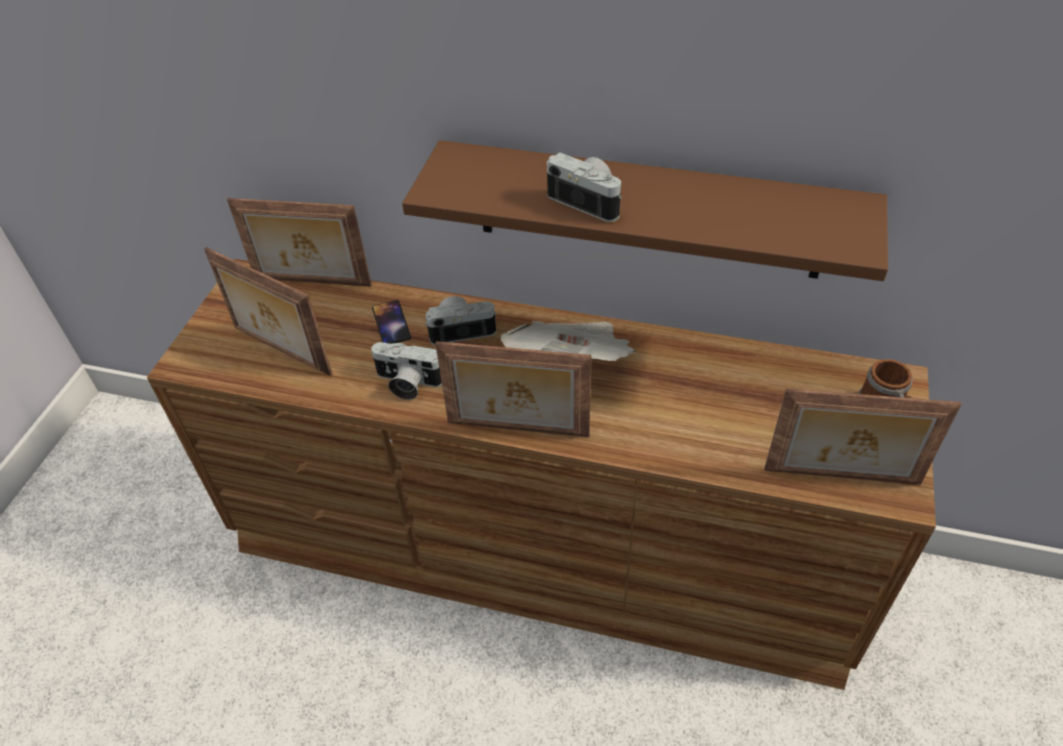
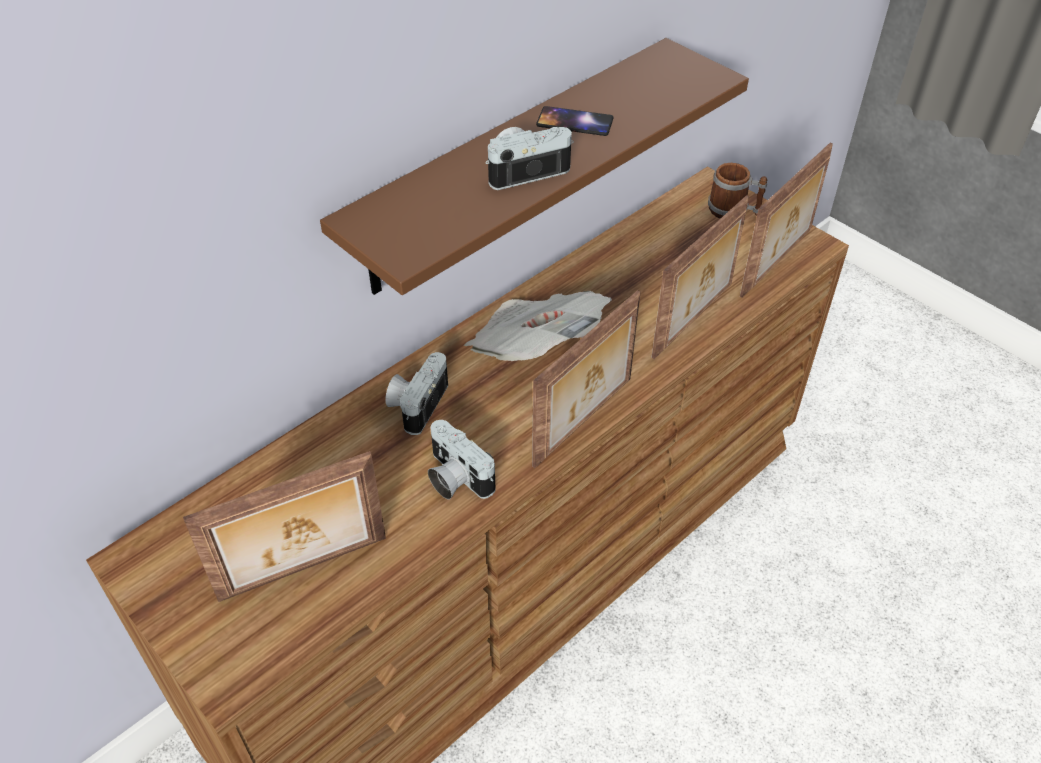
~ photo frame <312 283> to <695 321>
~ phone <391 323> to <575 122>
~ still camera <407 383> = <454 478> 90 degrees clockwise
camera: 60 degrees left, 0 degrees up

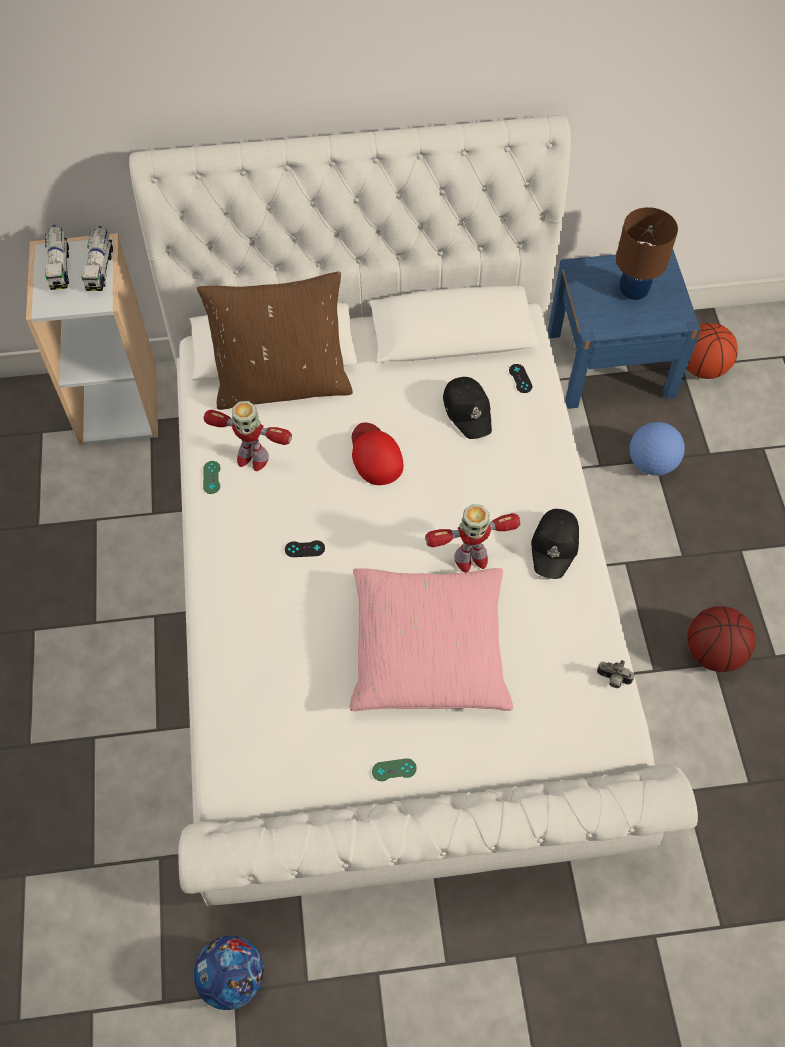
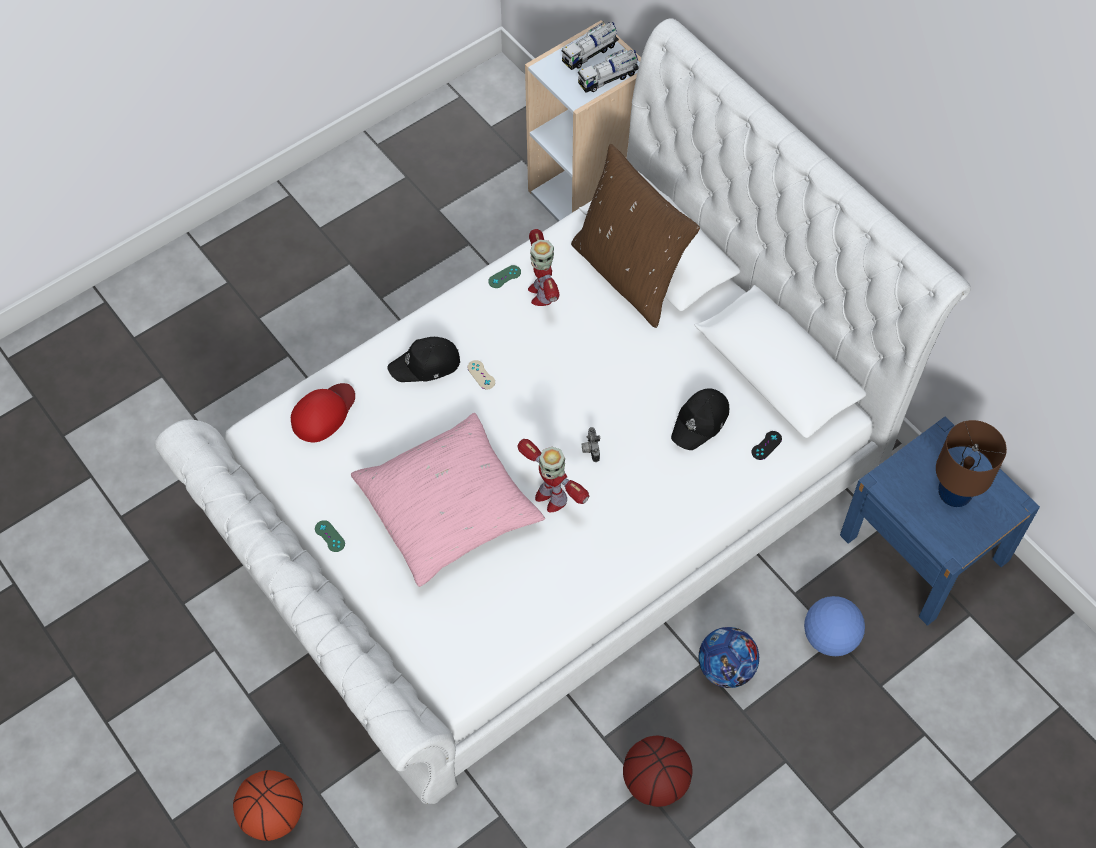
~ basketball ball <702 368> to <273 815>
~ reddish peaked cap <375 455> to <323 413>
~ blackish peaked cap <555 546> to <426 365>
~ blackish game controller <304 549> to sand-coloured game controller <481 375>
~ still camera <613 679> to <590 449>
~ football <233 977> to <726 668>
camera: 60 degrees right, 0 degrees up

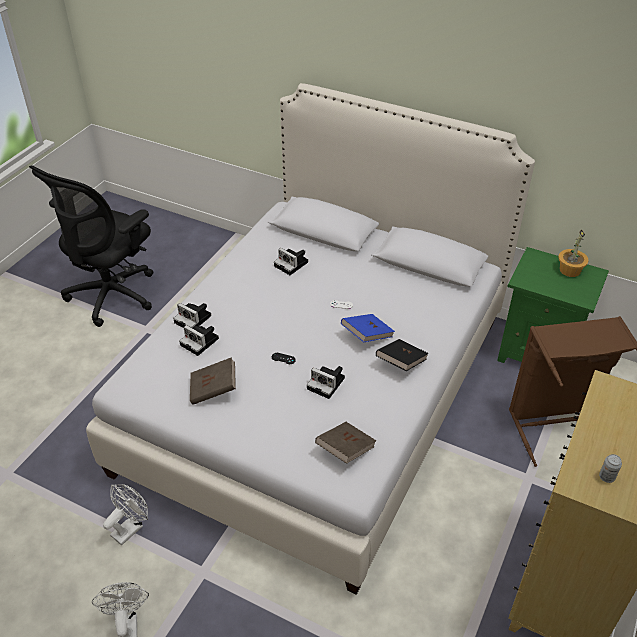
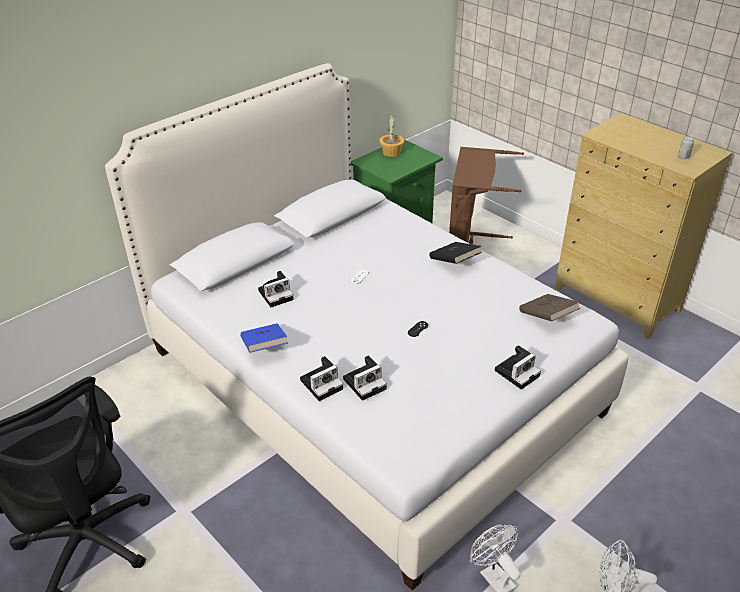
~ blue-coloured bound book <367 336> to <264 347>
- brown bound book <213 390>
~ still camera <327 384> to <517 372>
camera: 70 degrees left, 5 degrees down

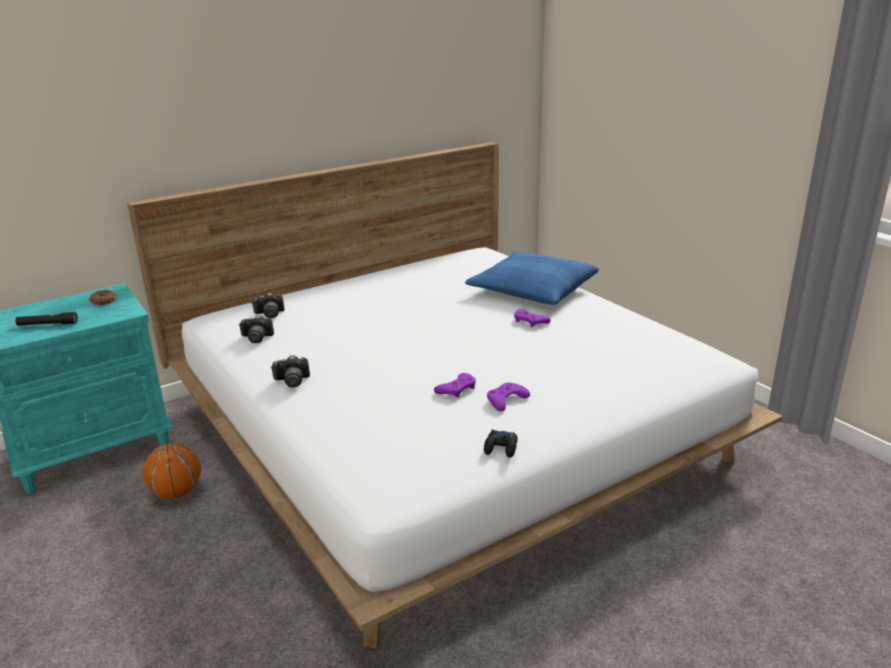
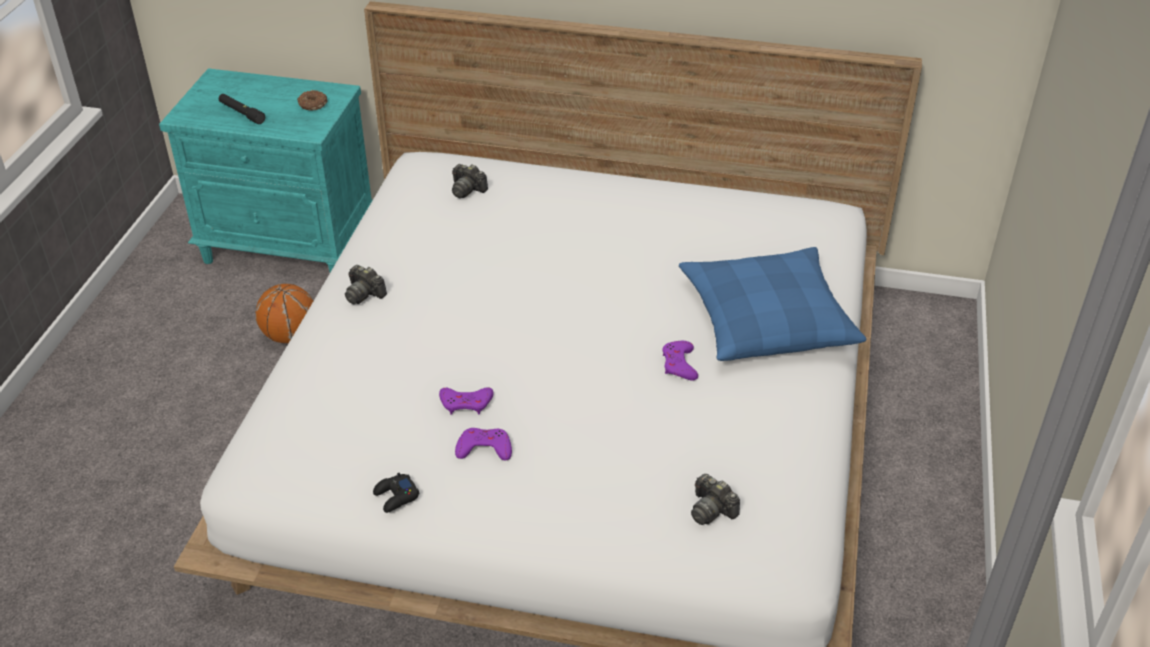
~ still camera <257 337> to <711 510>
camera: 45 degrees right, 15 degrees up

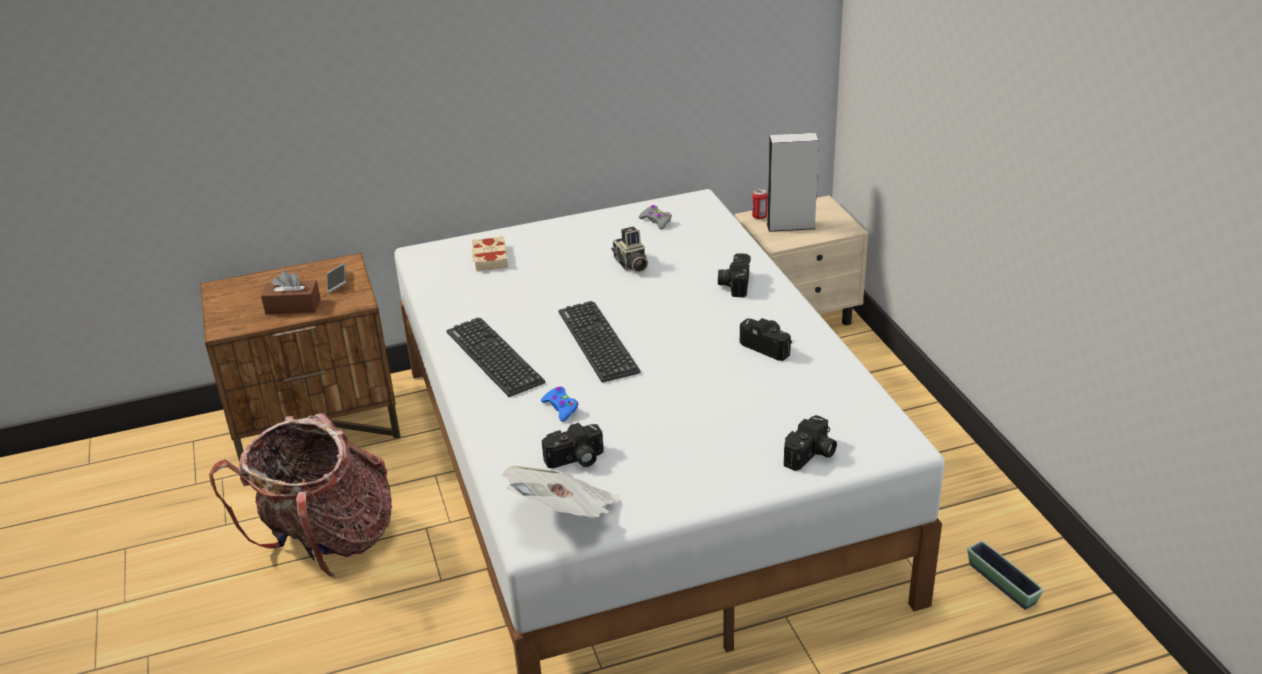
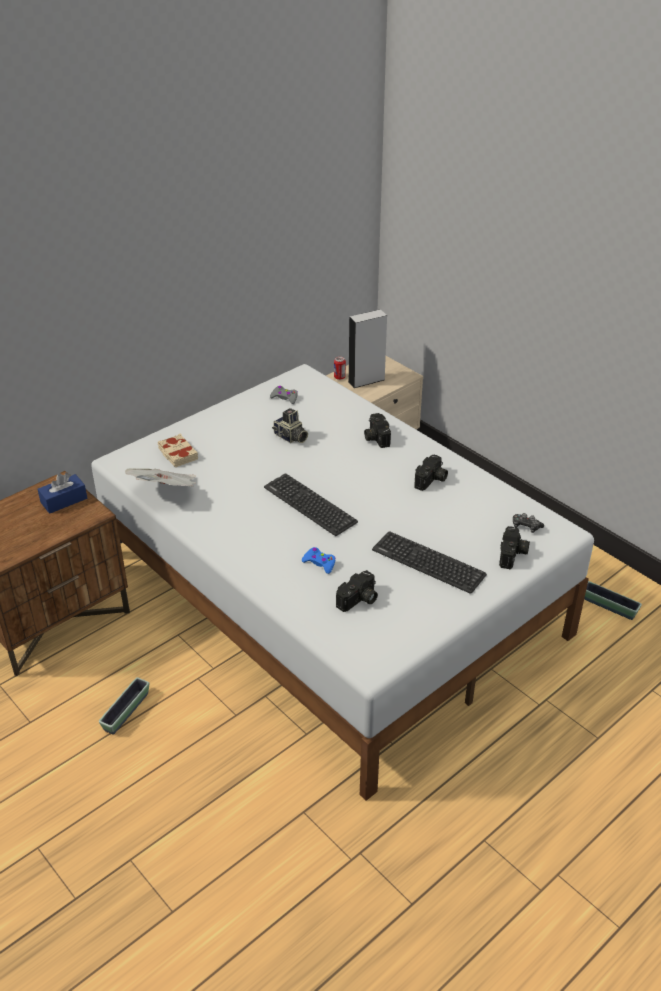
~ phone <337 282> to blue-coloured tissue box <64 500>
- brown tissue box <293 306>
~ computer keyboard <494 357> to <428 562>
~ still camera <768 346> = <431 480> 105 degrees clockwise
~ backpack <327 542> to planter <126 712>
~ daily paper <565 514> to <166 491>
+ game controller <526 526>
camera: 25 degrees left, 5 degrees up

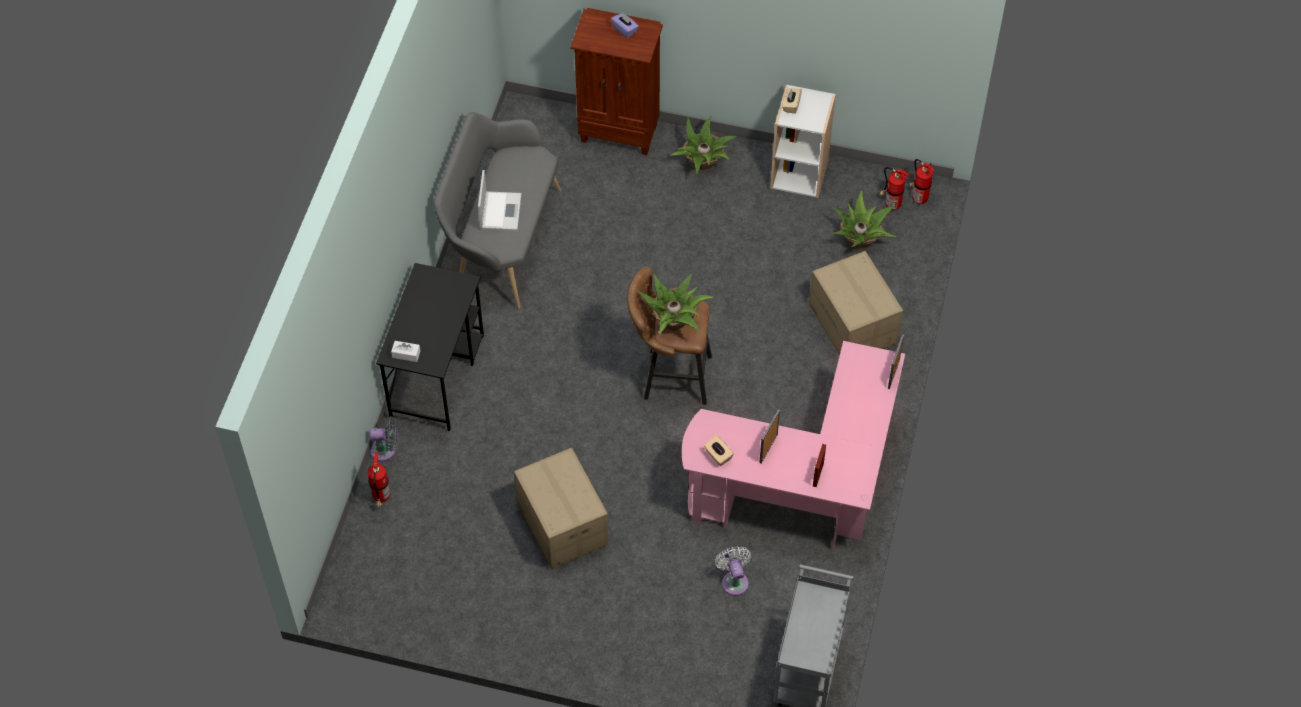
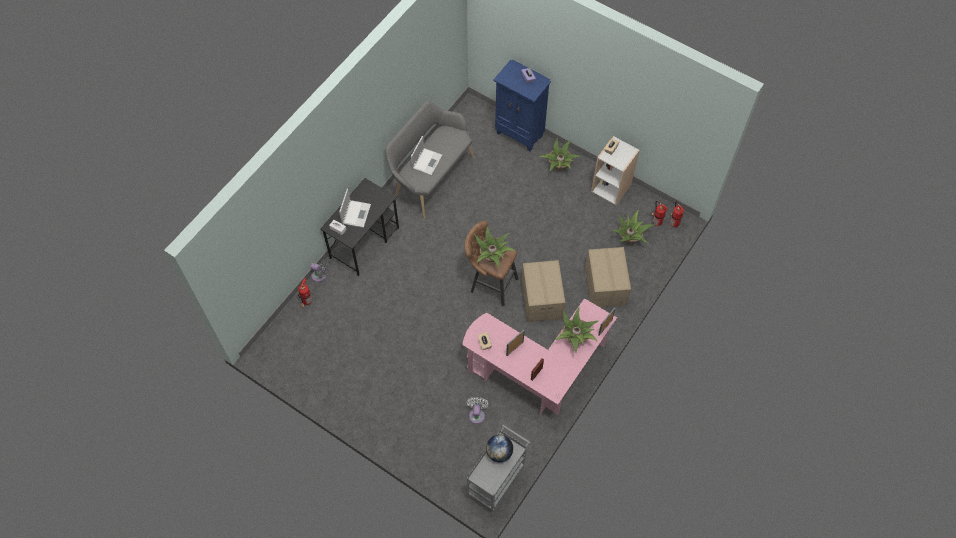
~ brown storage cabinet <618 135> to blue-coloured storage cabinet <519 135>
~ carton <561 523> to <541 299>
+ portable computer <356 213>
+ houseplant <575 338>
+ globe <499 452>
camera: 20 degrees right, 5 degrees up

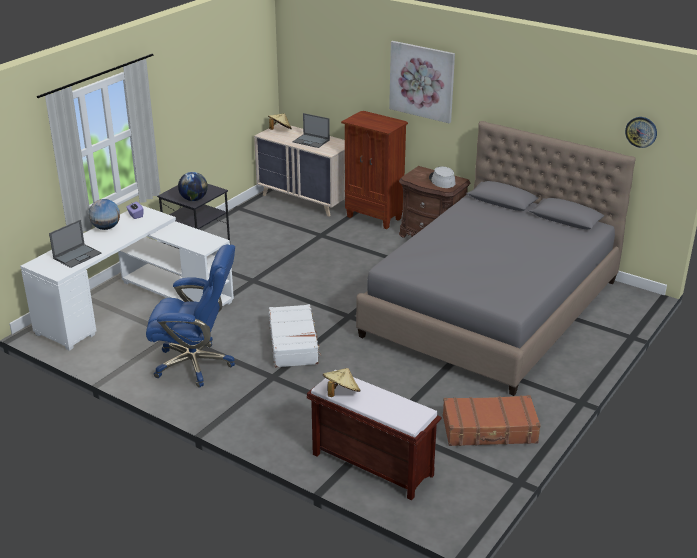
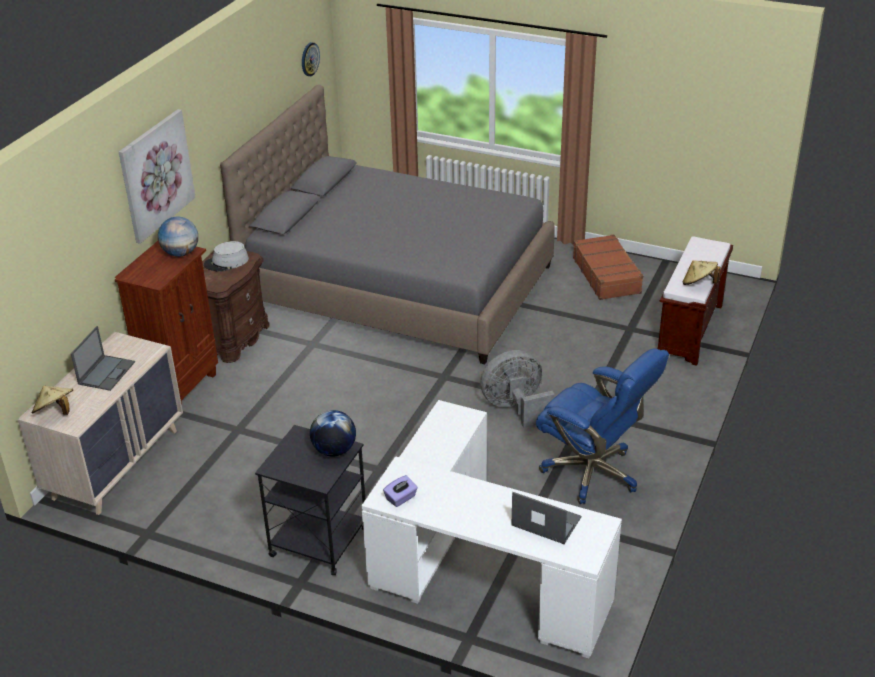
~ globe <106 228> to <181 253>
~ blue-coloured desk chair <196 366> = <593 475> 135 degrees clockwise
~ white piece of luggage <294 343> to gray electric fan <516 408>
camera: 100 degrees left, 5 degrees up

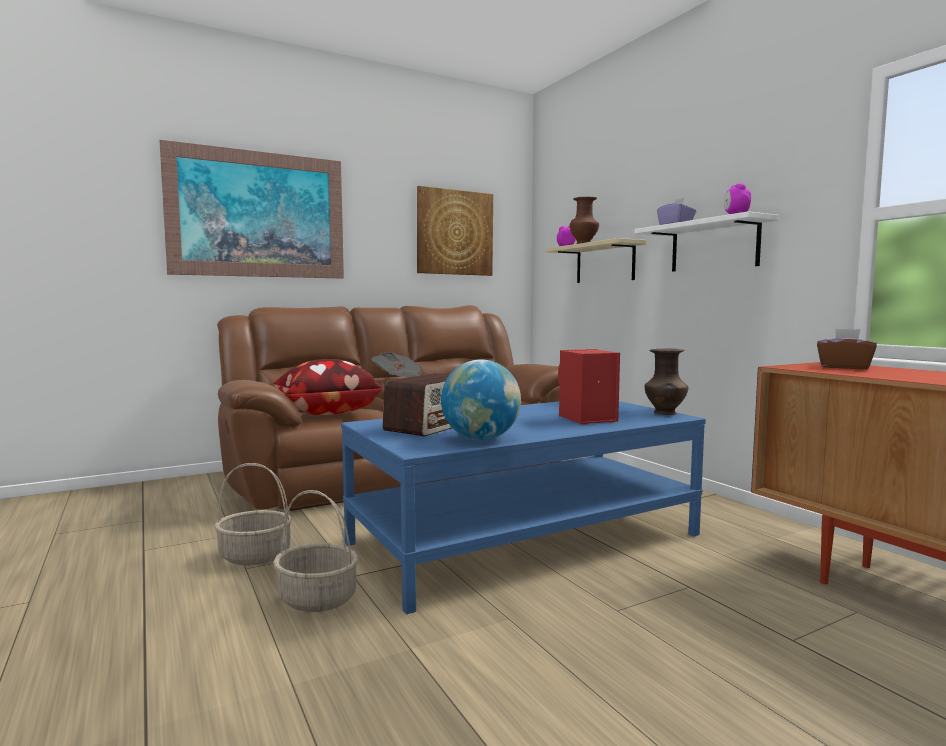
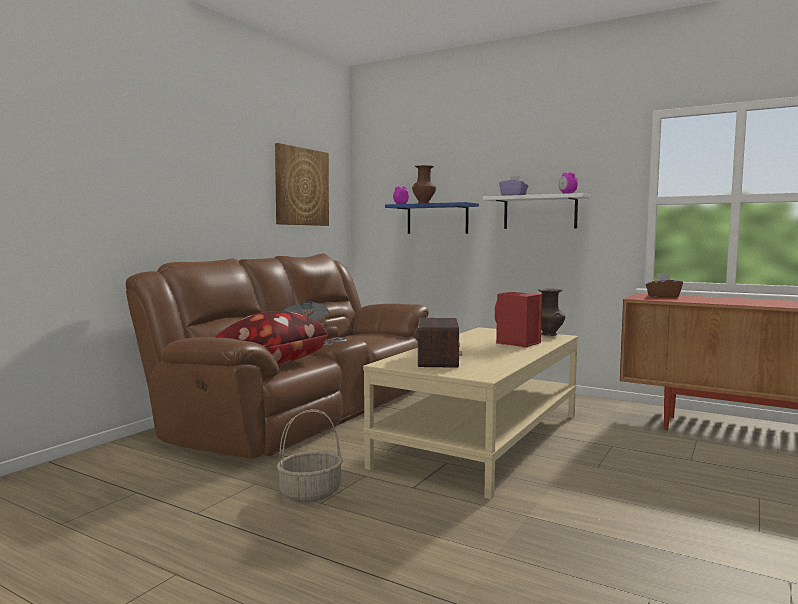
- picture <258 214>
~ sand-coloured shelf <605 263> to blue-coloured shelf <437 219>
- globe <480 439>
~ blue-coloured lounge table <526 539> to sand-coloured lounge table <483 439>
- household basket <316 599>
camera: 30 degrees left, 0 degrees up

